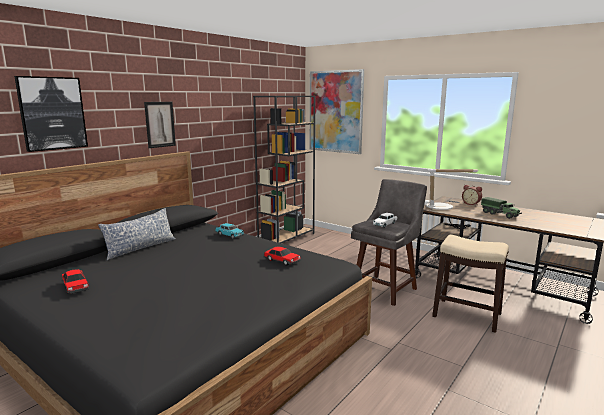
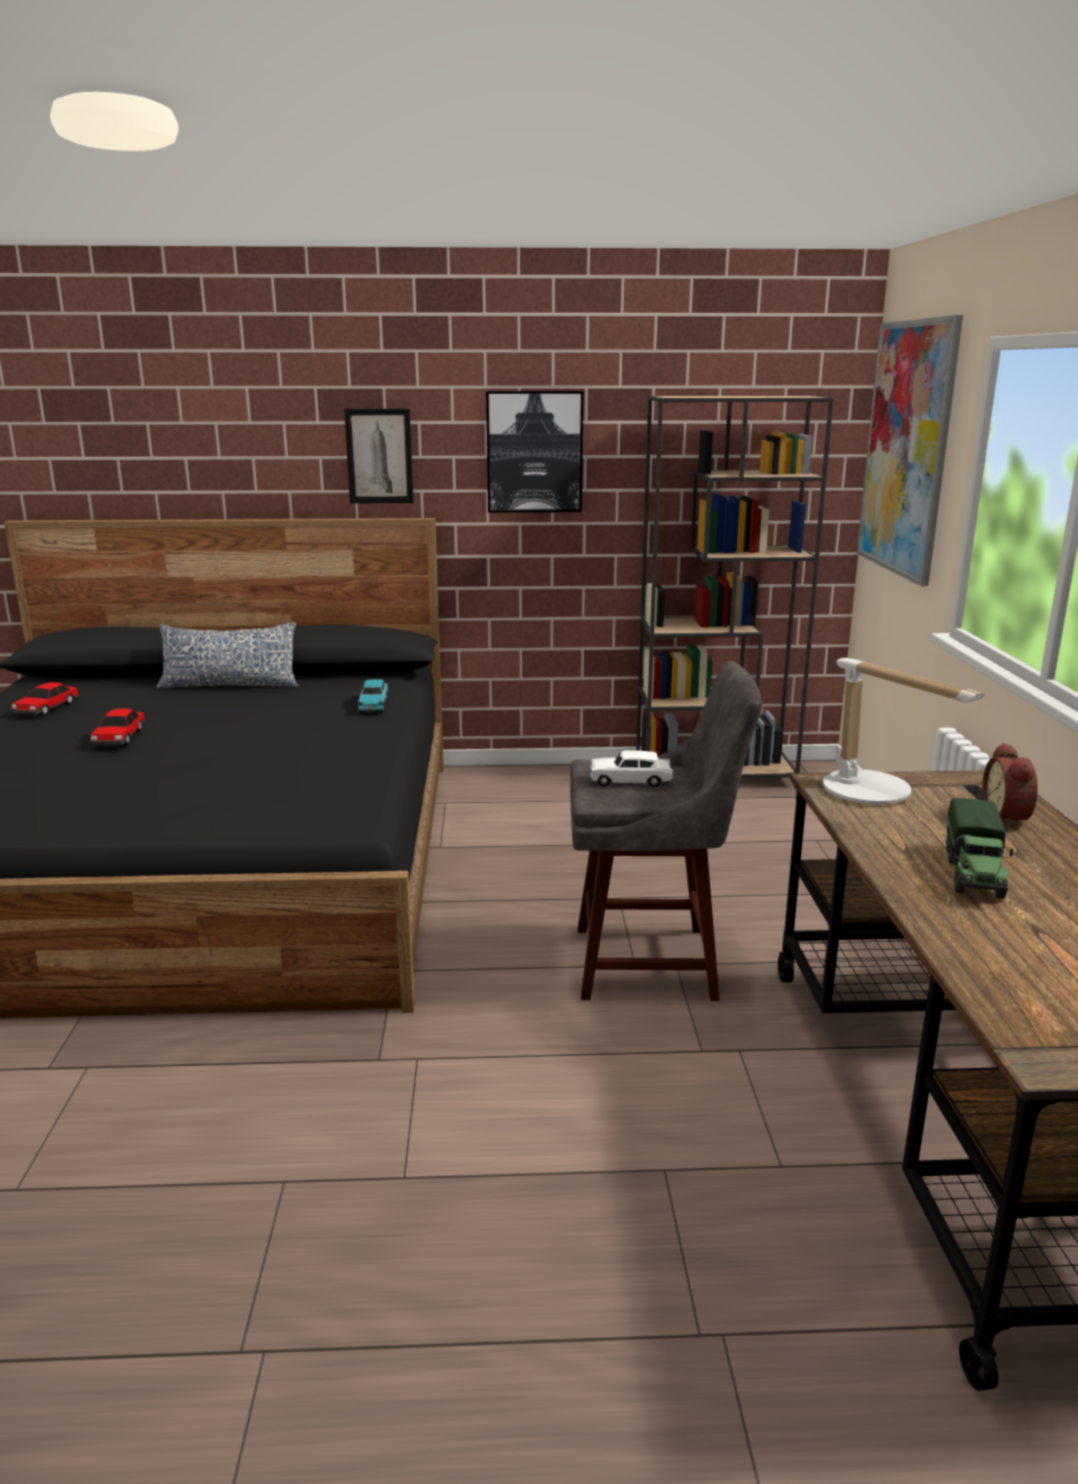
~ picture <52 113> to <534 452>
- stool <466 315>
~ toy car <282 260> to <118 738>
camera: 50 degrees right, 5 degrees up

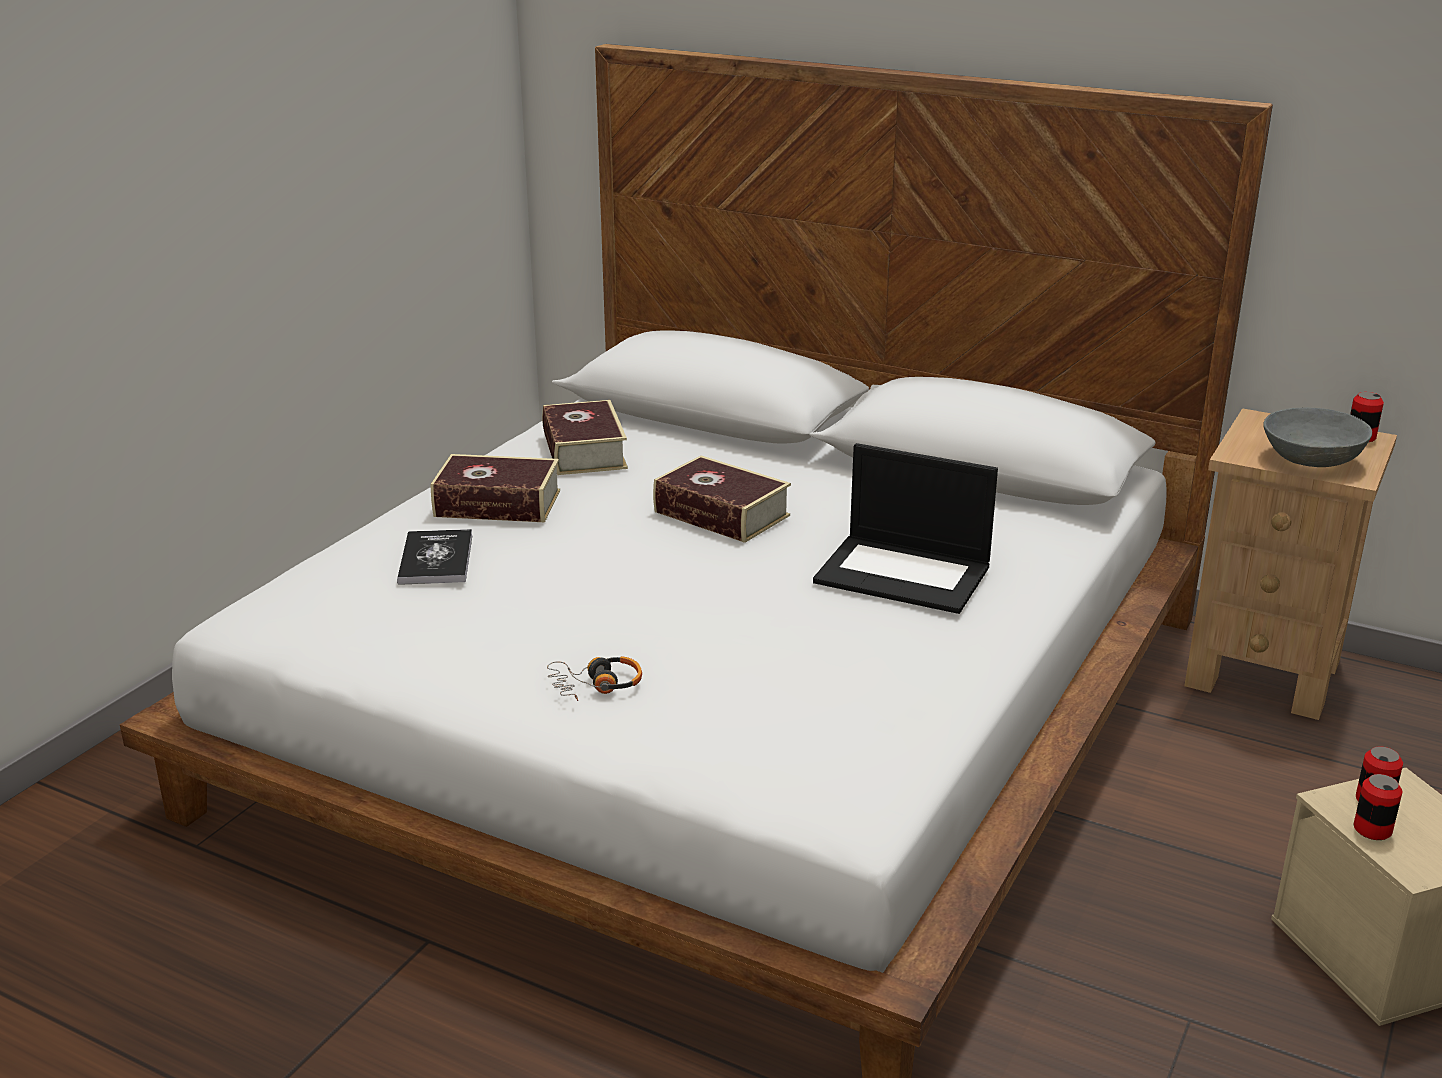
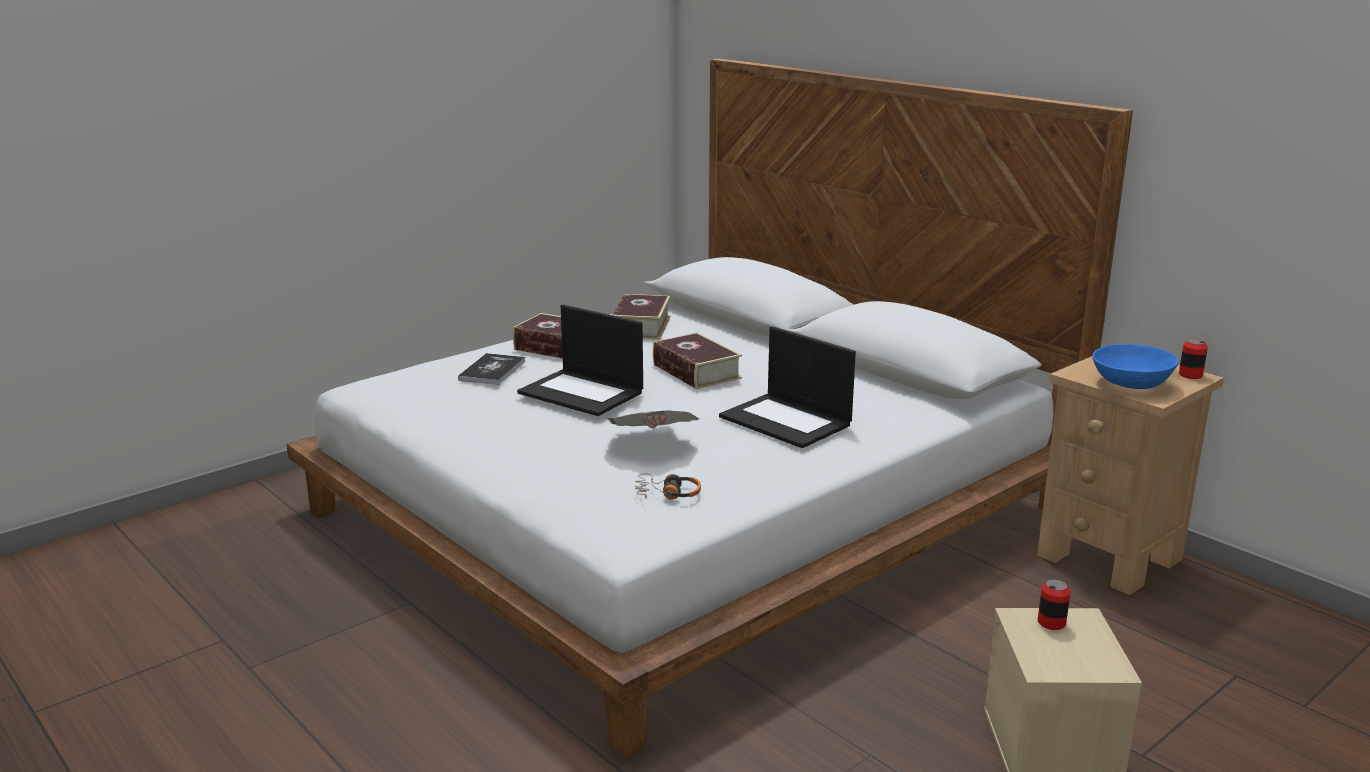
~ gray bowl <1311 459> to blue-coloured bowl <1131 383>
~ headset <596 686> to <667 494>
- can <1372 829>
+ portable computer <582 393>
+ daily paper <653 443>
camera: 20 degrees right, 5 degrees down

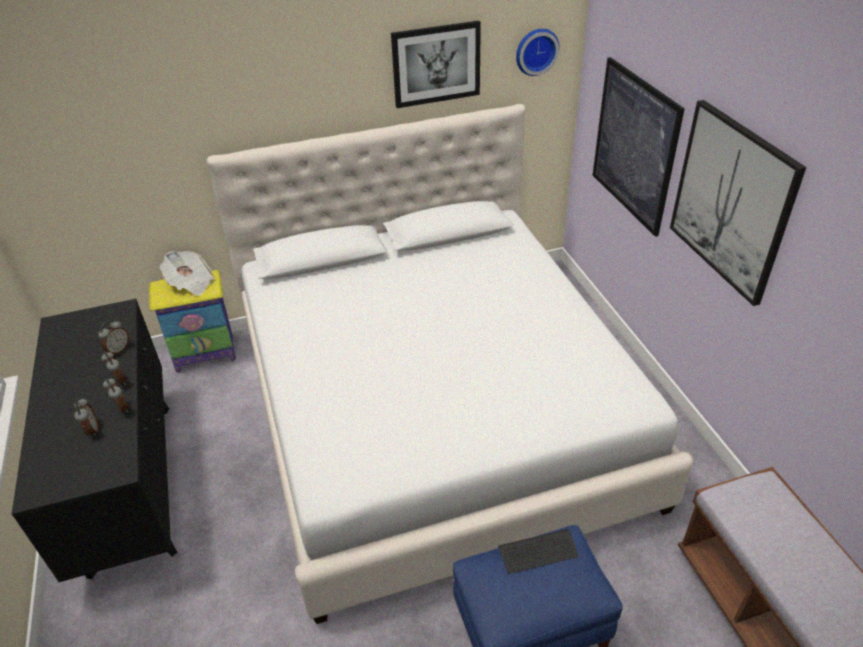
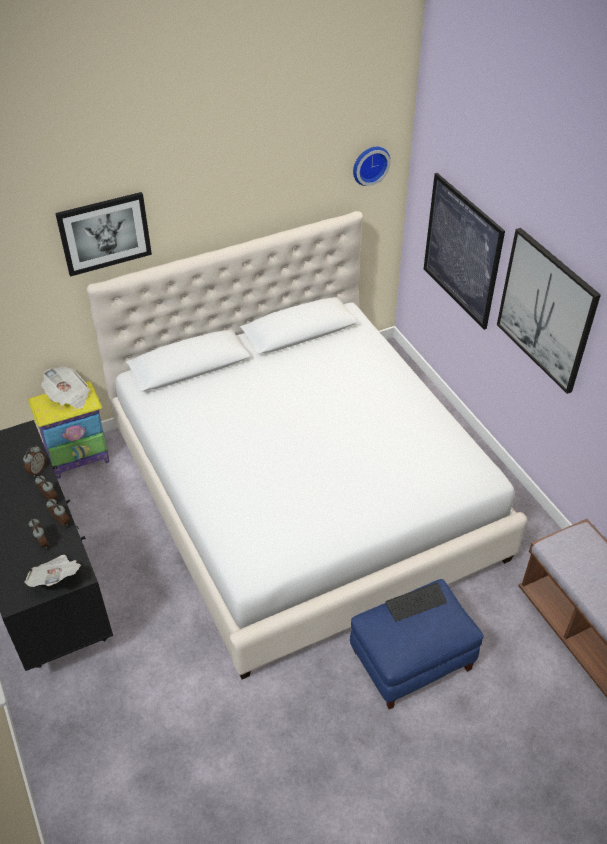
~ picture <436 64> to <104 233>
+ daily paper <56 579>
camera: 10 degrees left, 5 degrees up

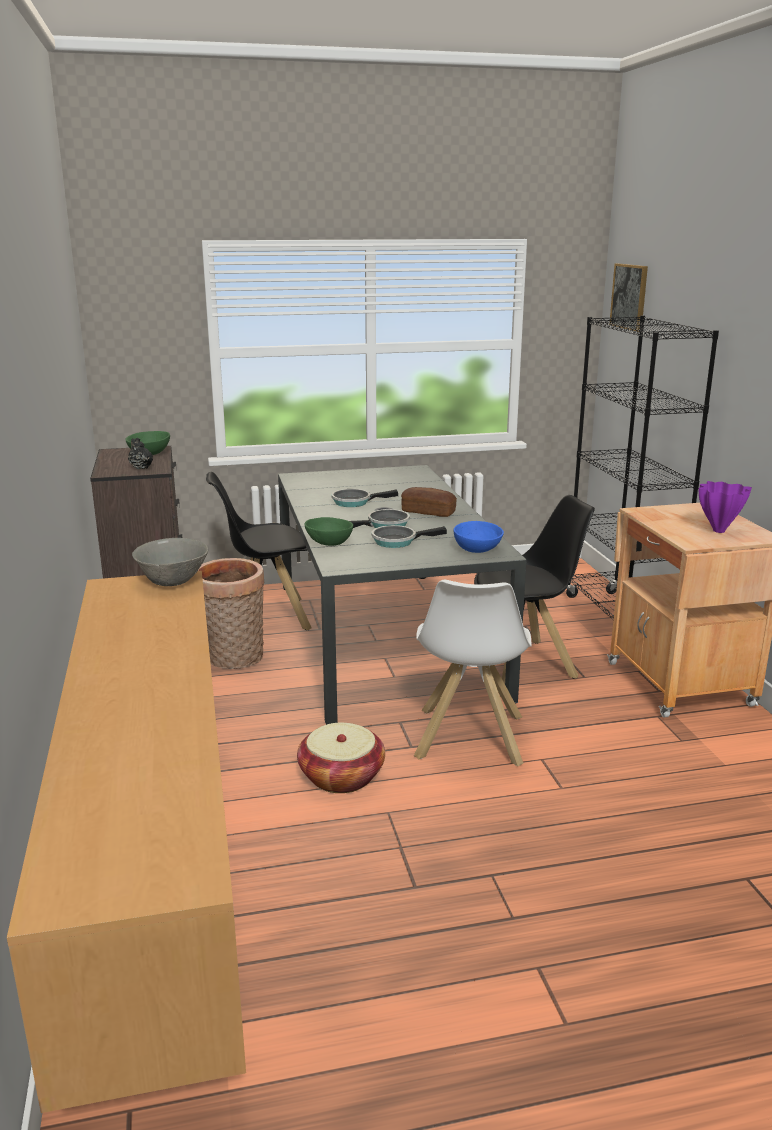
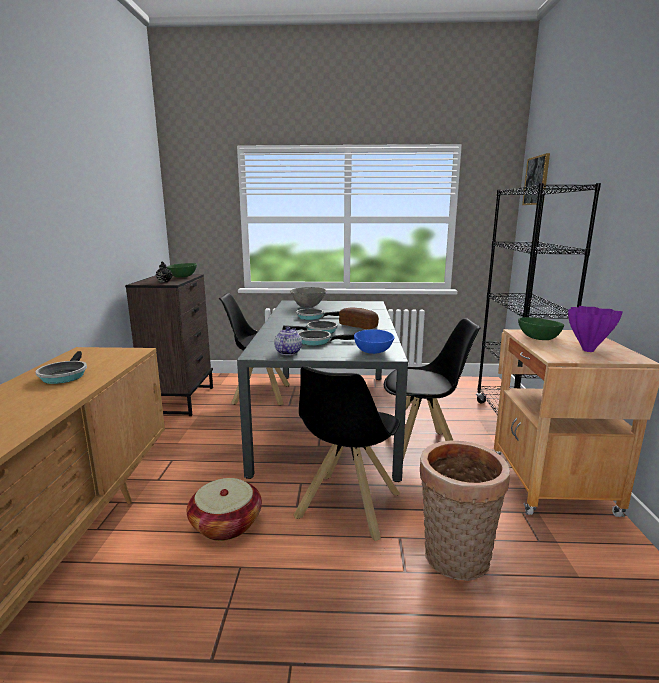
~ green bowl <329 543> to <538 338>
~ gray bowl <173 582> to <308 307>
~ household basket <233 659> to <455 560>
~ white chair <469 738> to blackish chair <346 506>
+ teapot <288 352>
+ pan <64 375>
camera: 15 degrees right, 5 degrees down

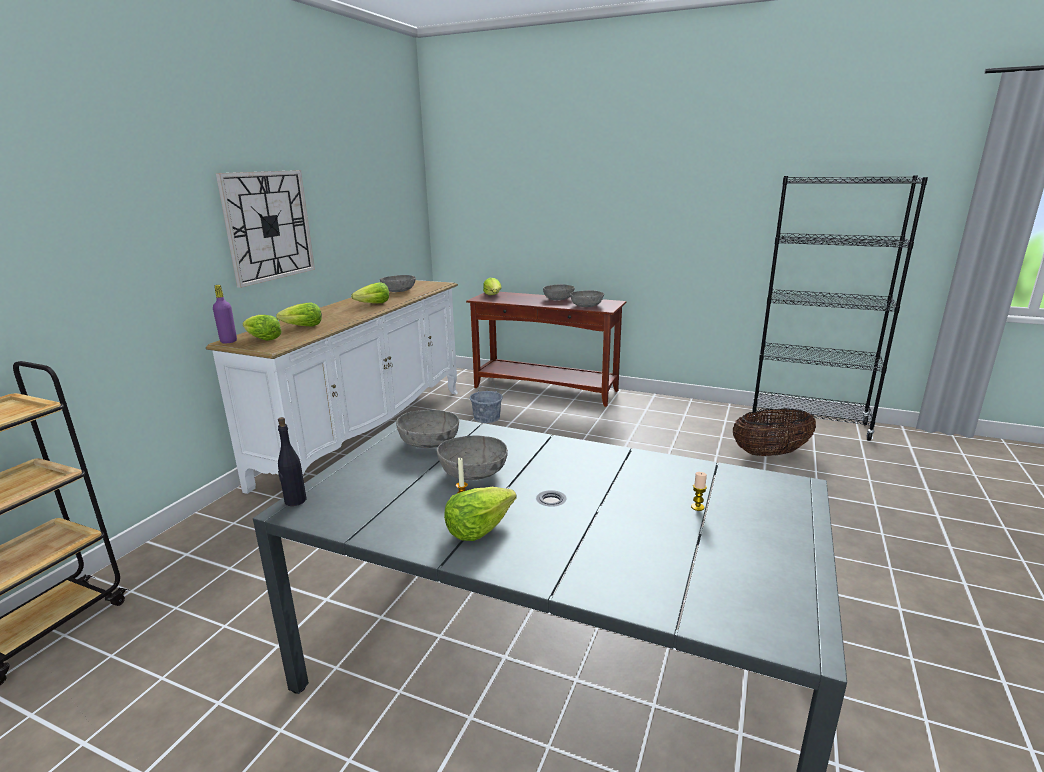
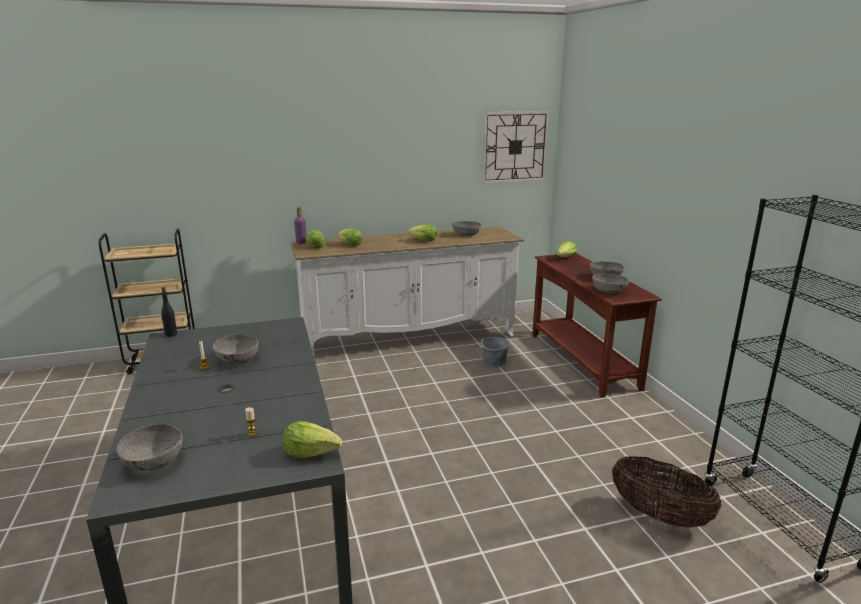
~ hanging clock <268 226> to <514 147>
~ gray bowl <429 442> to <153 461>
~ head of lettuce <478 528> to <311 452>
camera: 50 degrees right, 0 degrees up

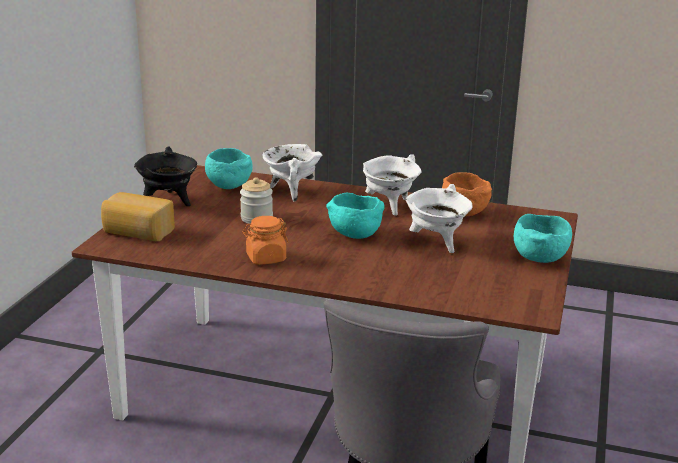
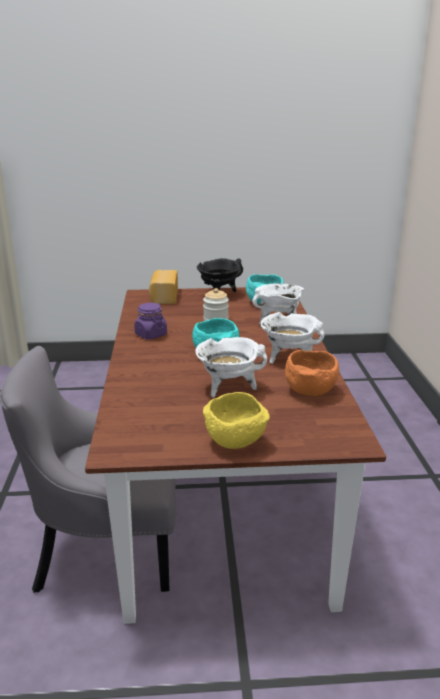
~ turquoise-coloured bowl <539 258> to yellow bowl <236 442>
~ orangey preserve jar <265 258> to purple-coloured preserve jar <150 335>
camera: 70 degrees right, 0 degrees up

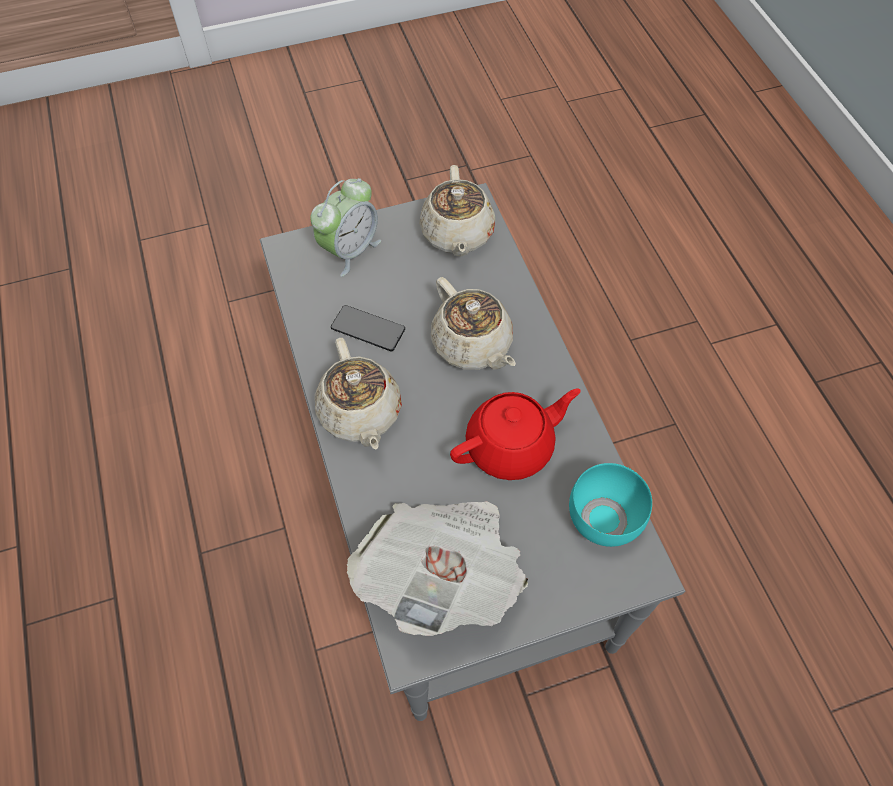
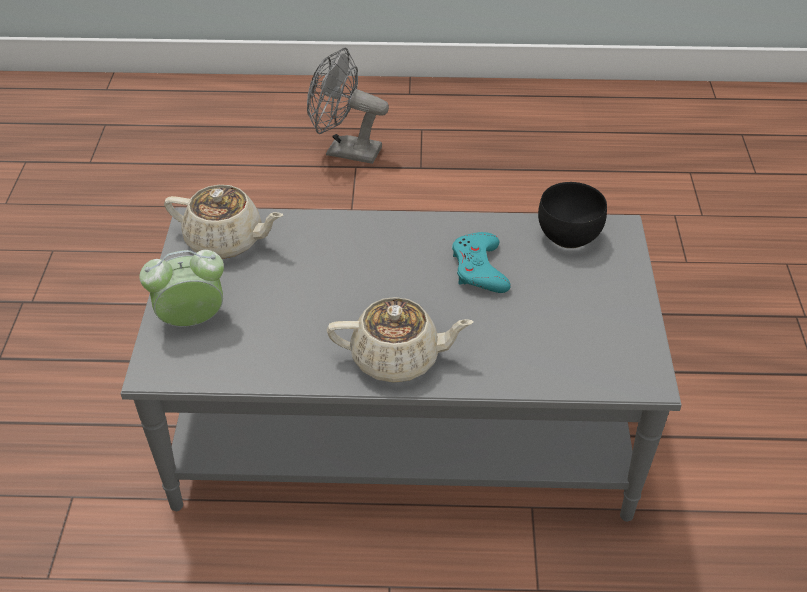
~ table clock <349 250> = <192 321> 75 degrees counterclockwise
- sand-coloured teapot <472 345>
- phone <368 329>
~ reddish teapot <511 446> to turquoise-coloured game controller <479 269>
~ turquoise-coloured bowl <606 518> to blackish bowl <567 235>
- daily paper <443 573>
+ gray electric fan <345 151>
camera: 70 degrees left, 15 degrees down

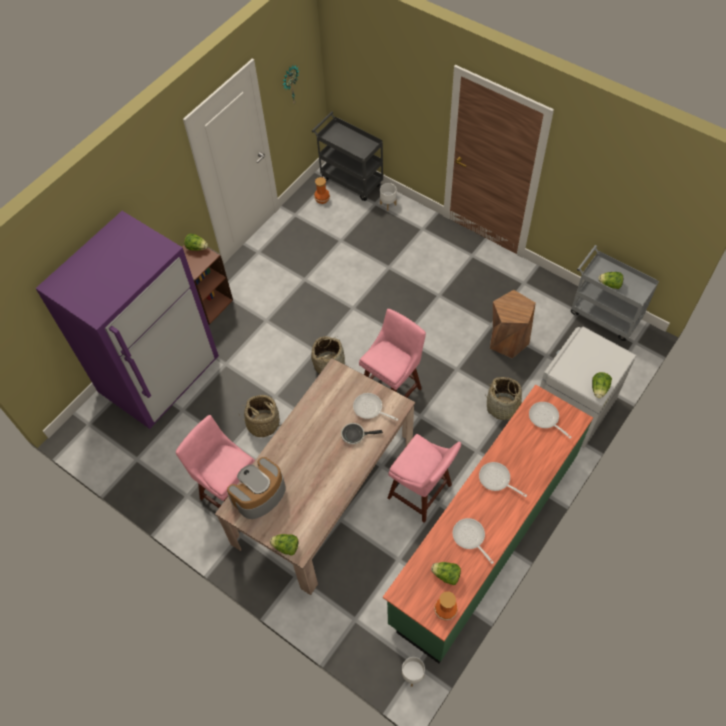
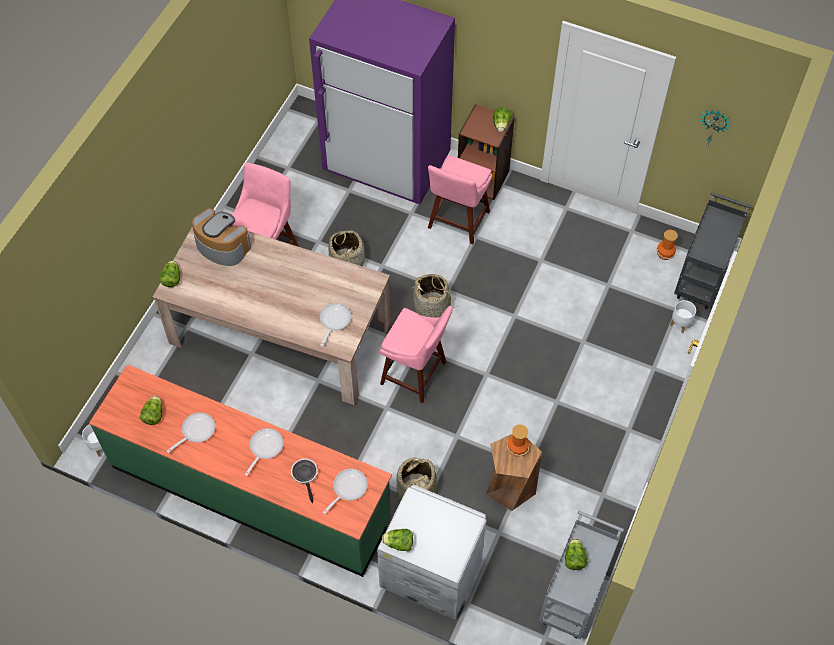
~ pan <355 435> to <305 475>
~ pinkish chair <422 493> to <457 222>
~ decorative vase <445 611> to <517 448>
camera: 75 degrees right, 0 degrees up

